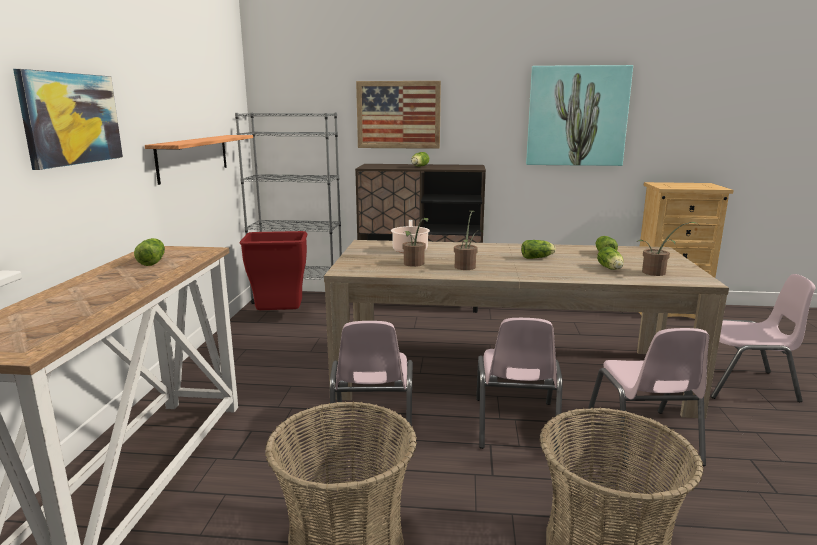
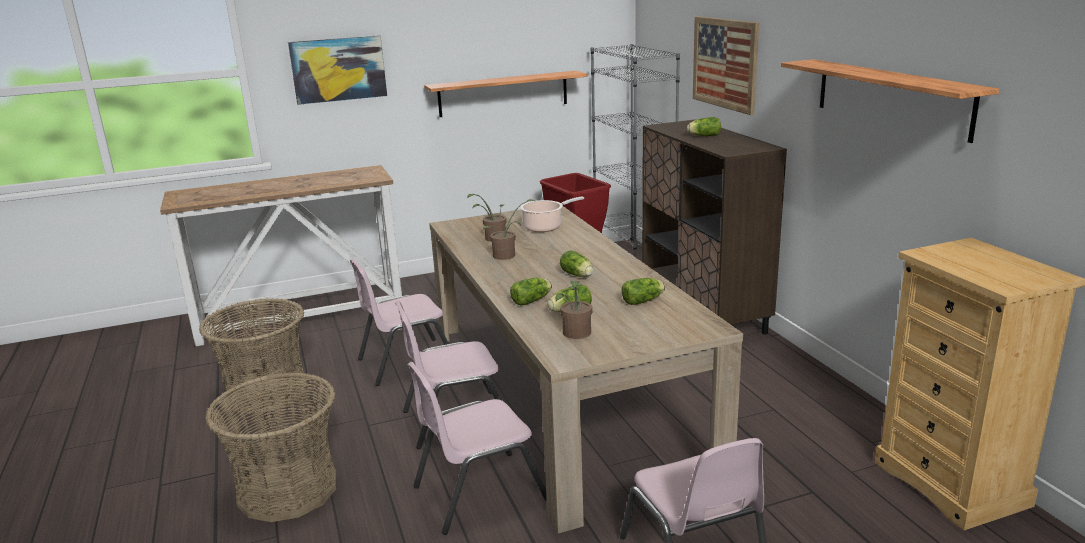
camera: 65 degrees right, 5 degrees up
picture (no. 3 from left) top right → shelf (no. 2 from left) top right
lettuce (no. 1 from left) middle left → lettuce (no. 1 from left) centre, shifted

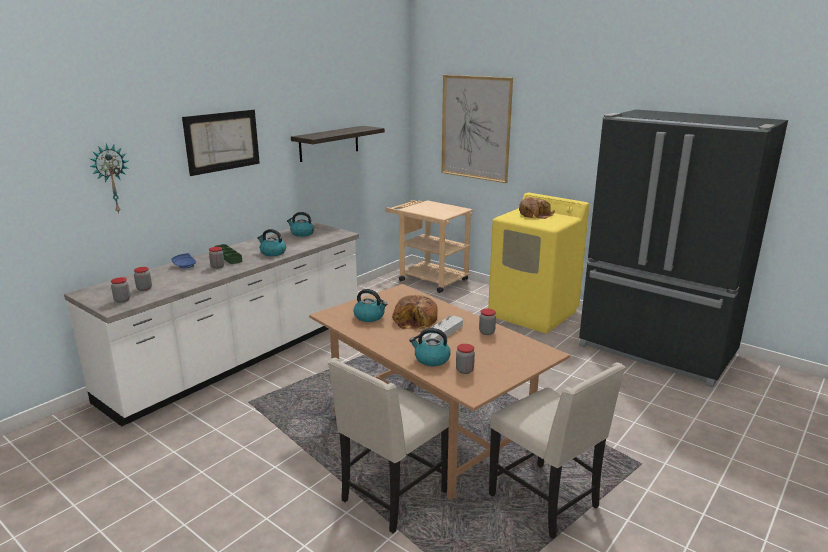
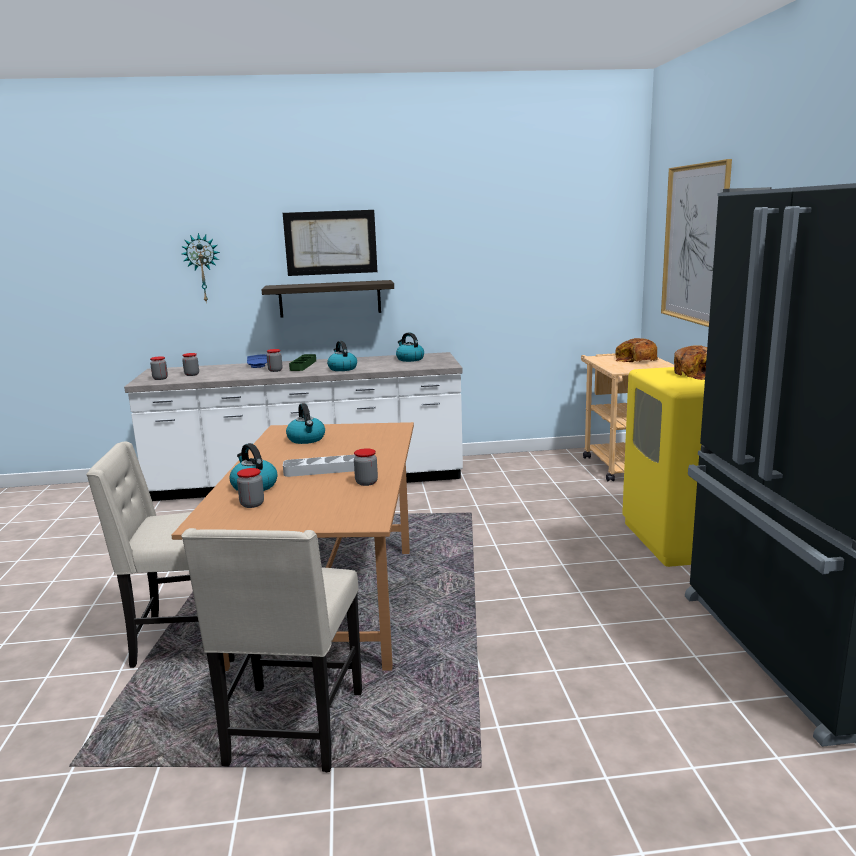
camera: 45 degrees right, 5 degrees down
shelf top centre → shelf centre, shifted
bread (no. 1 from left) centre → bread (no. 1 from left) middle right, shifted

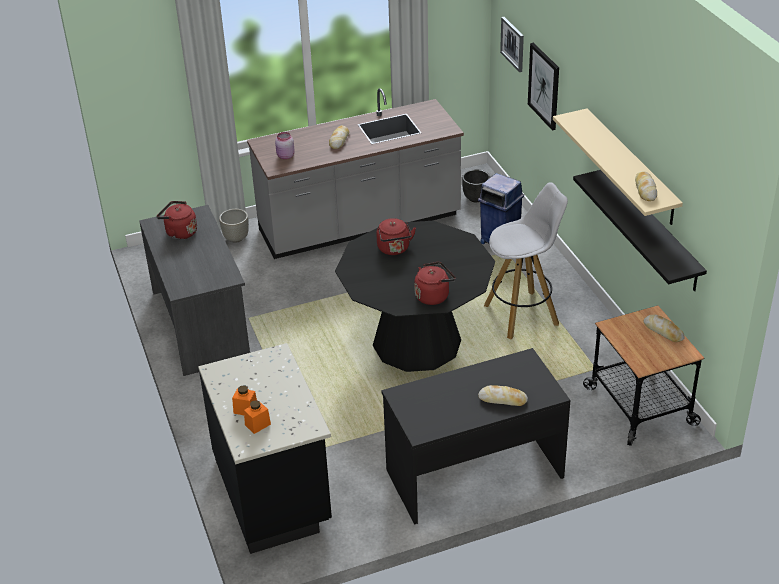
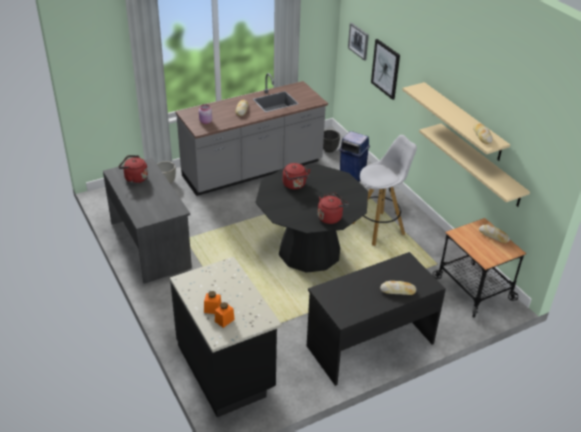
camera: 10 degrees left, 0 degrees up
shelf in black middle right → shelf in beige (no. 2 from left) middle right

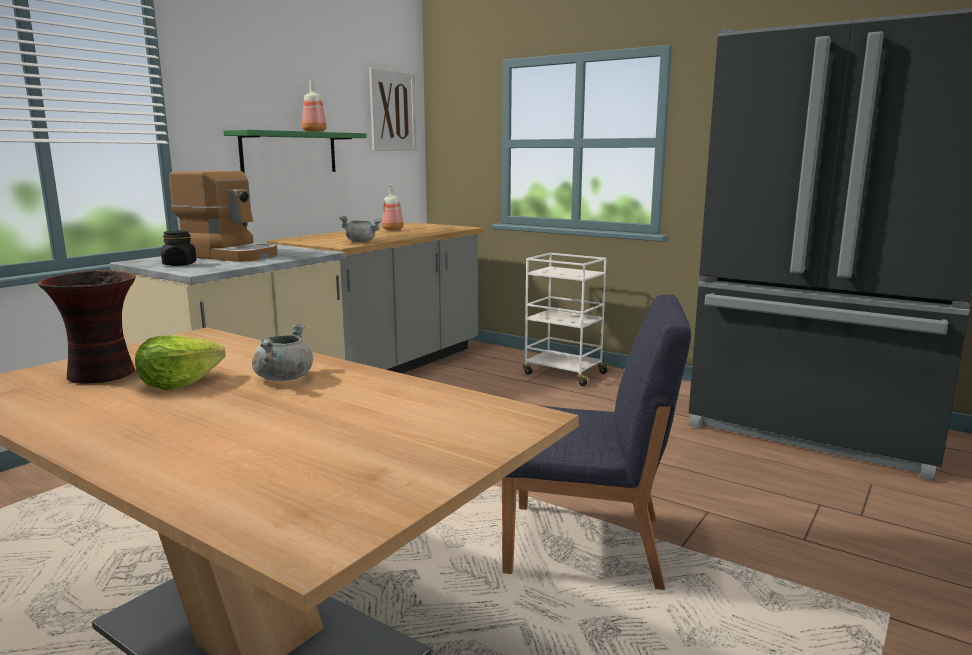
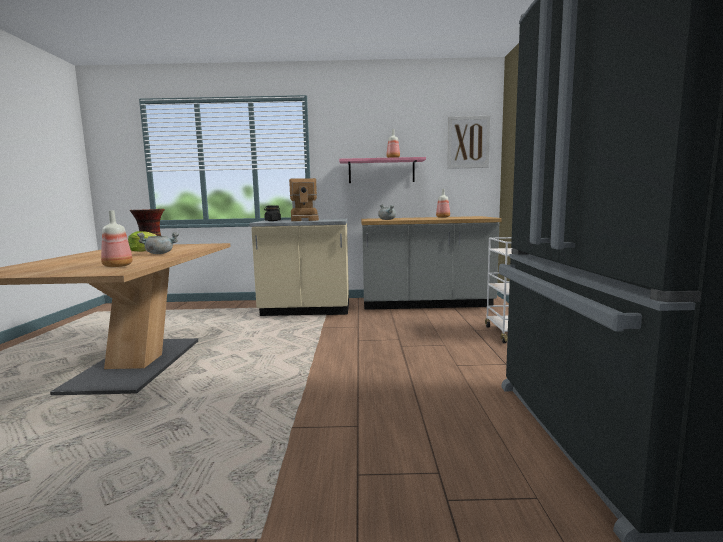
camera: 55 degrees right, 5 degrees down
shelf in green top left → shelf in pink top centre
chair in blue bottom centre → -
- → bottle (no. 1 from left) middle left

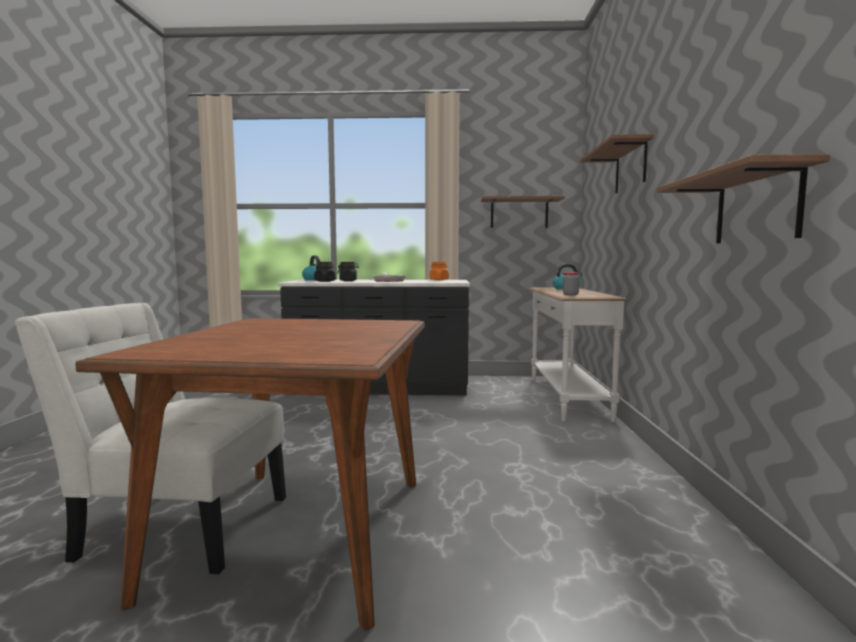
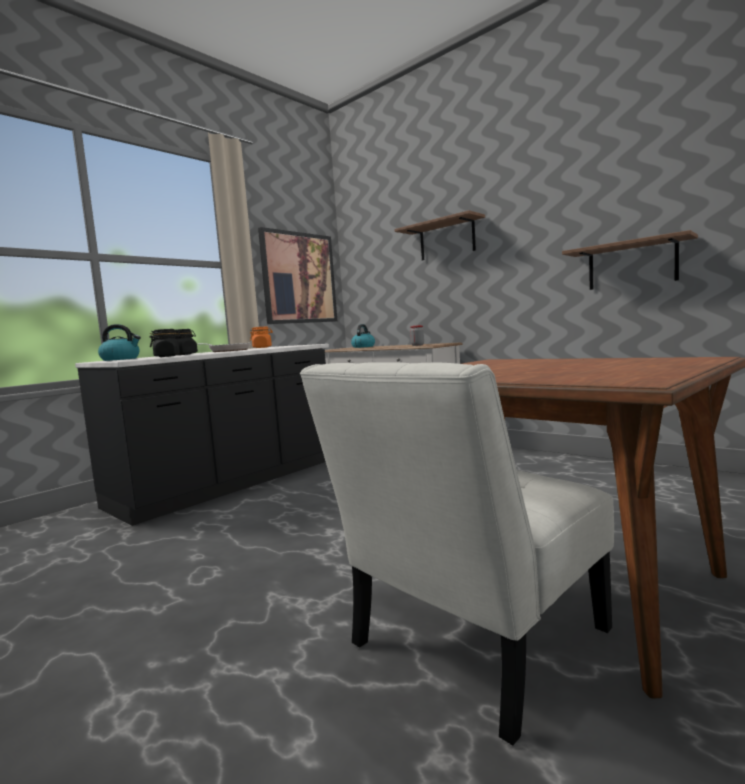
camera: 50 degrees left, 0 degrees up
shelf (no. 1 from left) top centre → picture centre

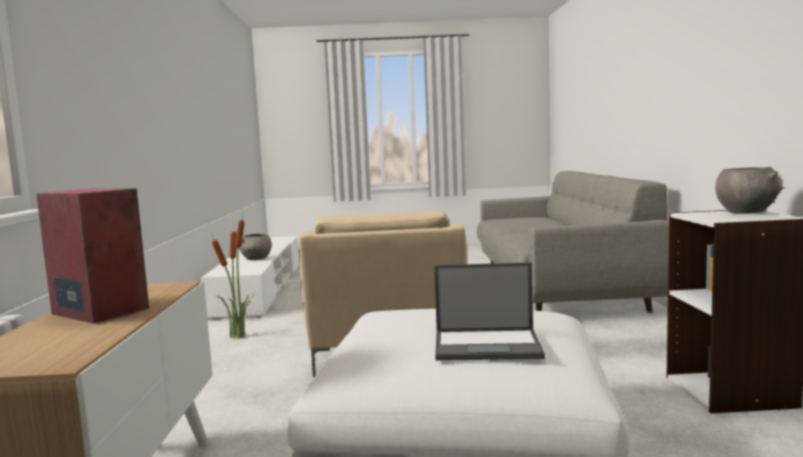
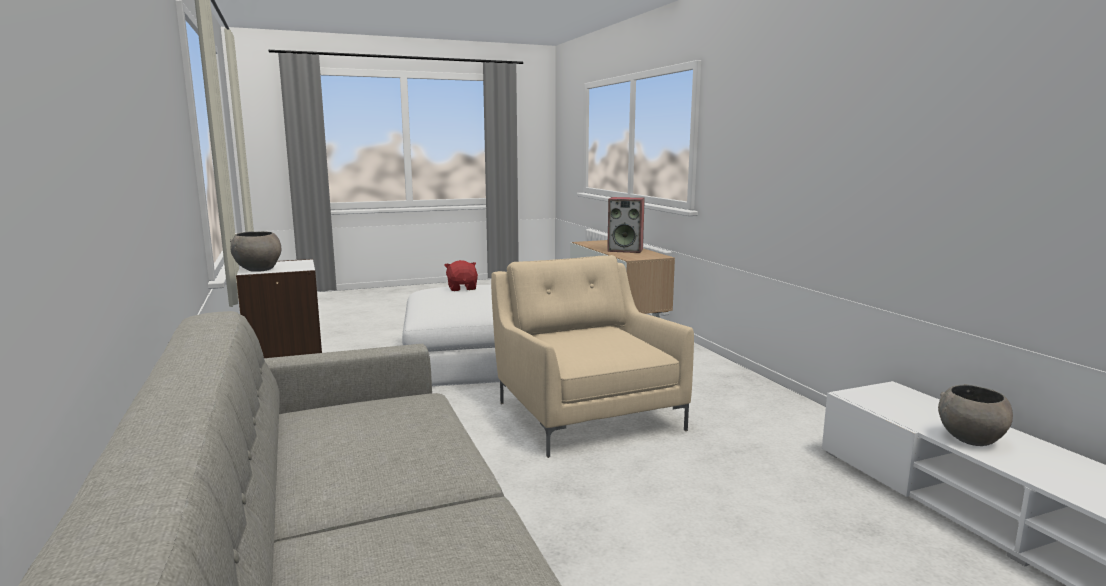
camera: 160 degrees right, 5 degrees up
potted plant middle left → -
laptop bottom centre → plush toy in red centre

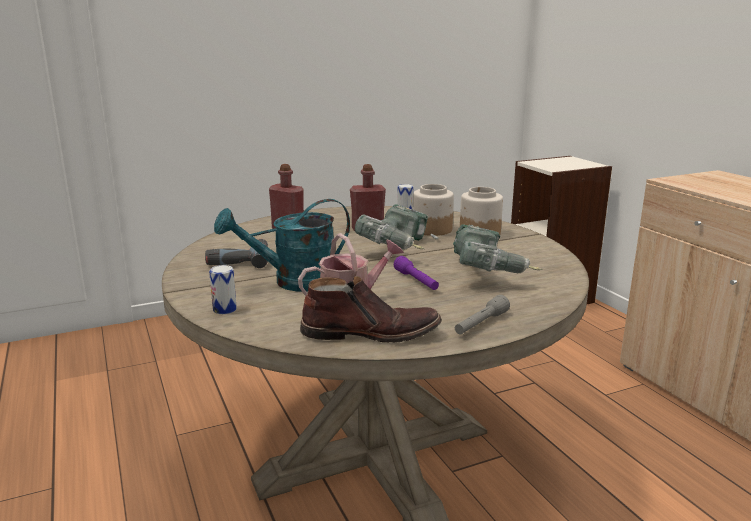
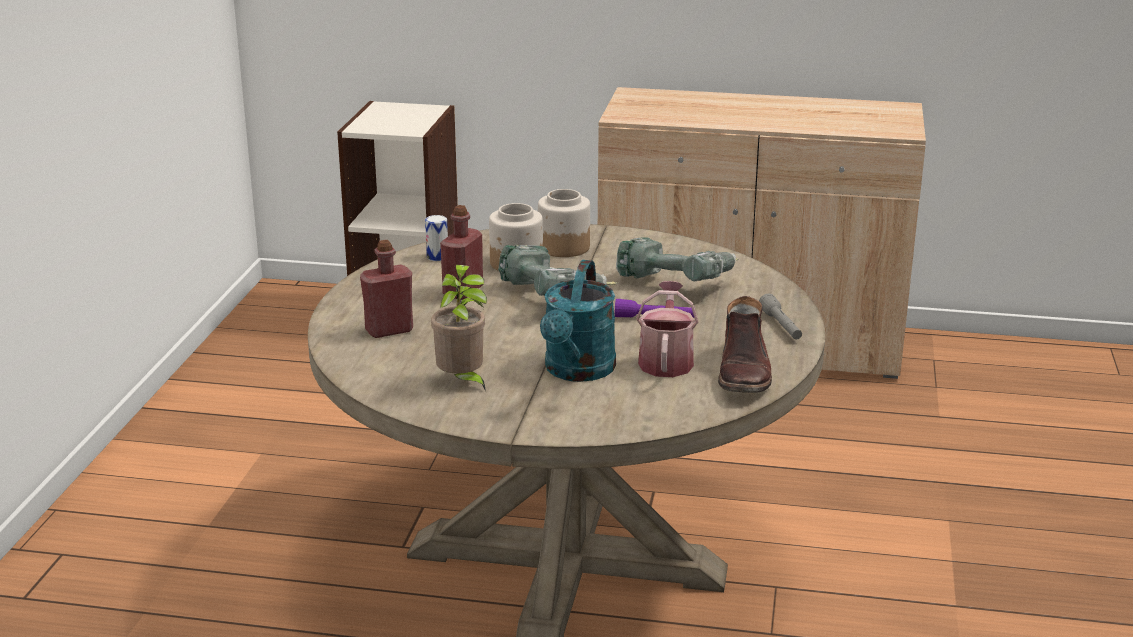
camera: 55 degrees left, 5 degrees up
power drill (no. 1 from left) middle left → potted plant centre
can (no. 1 from left) middle left → -
boot in brown centre, 150 degrees clockwise

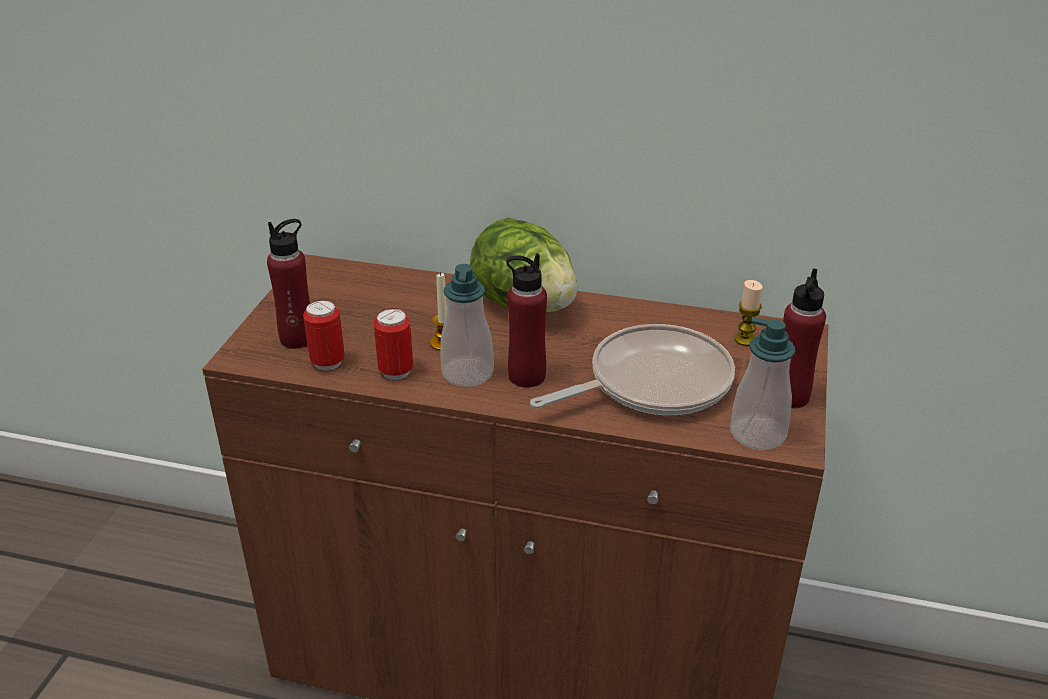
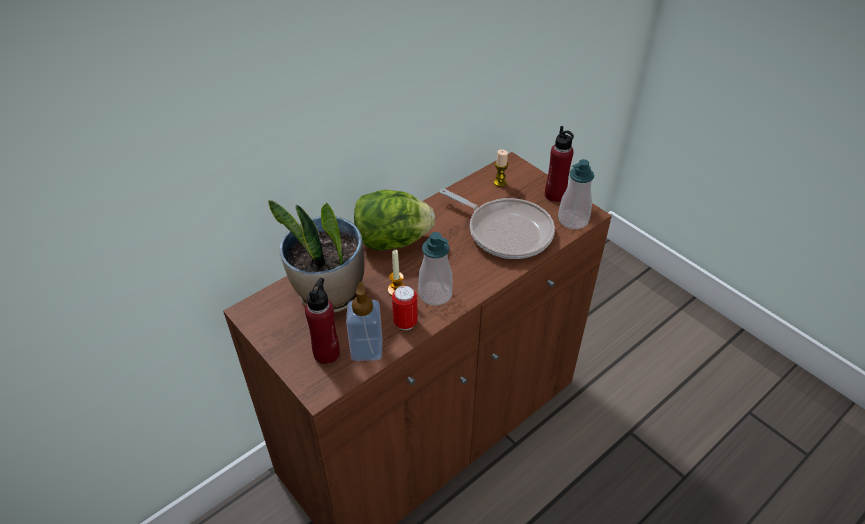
camera: 55 degrees left, 10 degrees up
bottle in red (no. 2 from left) centre → -
can (no. 1 from left) middle left → soap dispenser (no. 1 from left) centre
frying pan centre, 120 degrees clockwise
- → potted plant centre

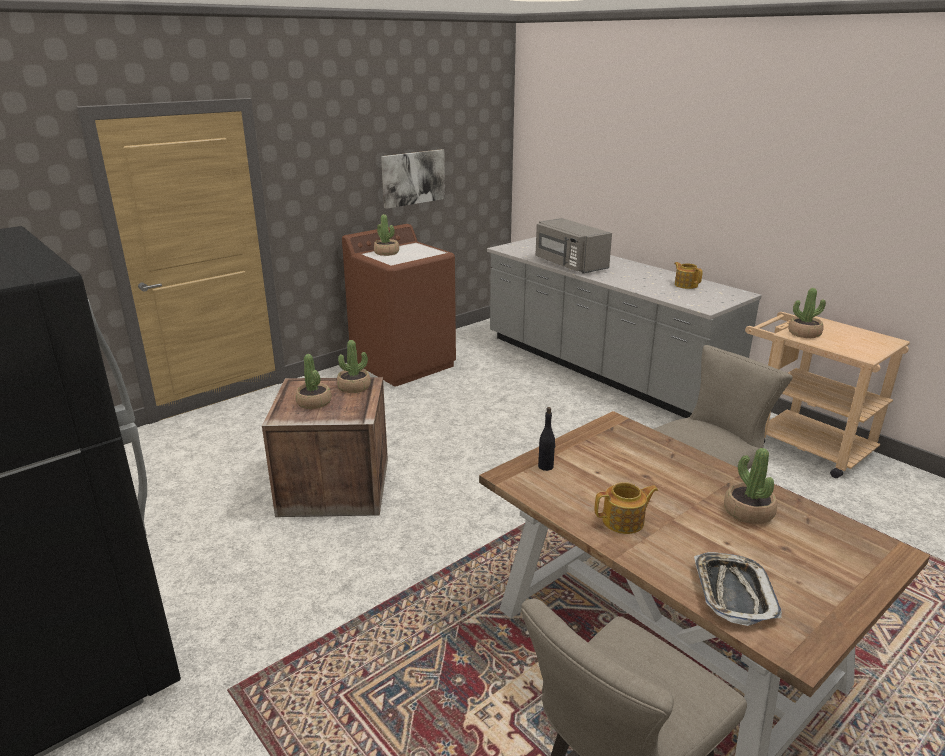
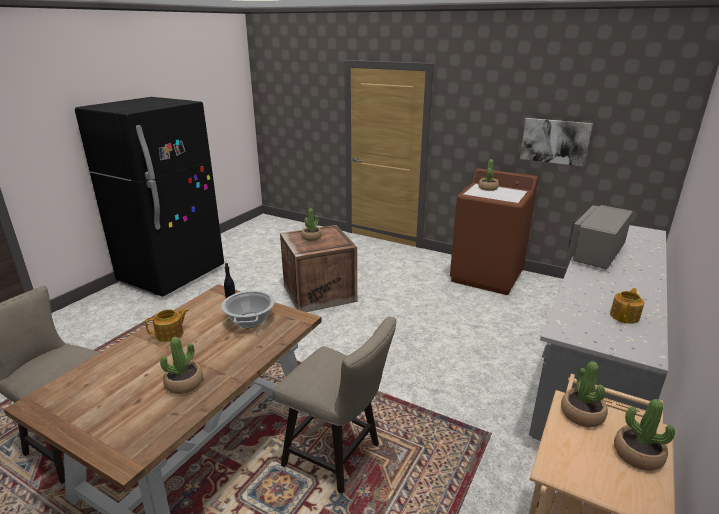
camera: 70 degrees right, 0 degrees up
potted plant (no. 2 from left in the first image) centre → potted plant (no. 5 from left) bottom right, shifted
teapot (no. 1 from left) bottom centre → teapot (no. 1 from left) middle left, 90 degrees counterclockwise
tray bottom right → -
- → cooking pot centre

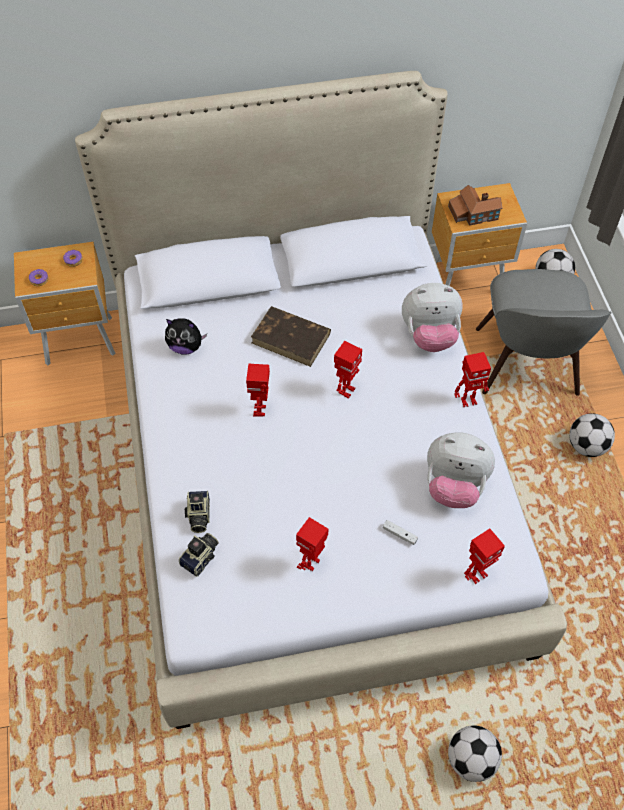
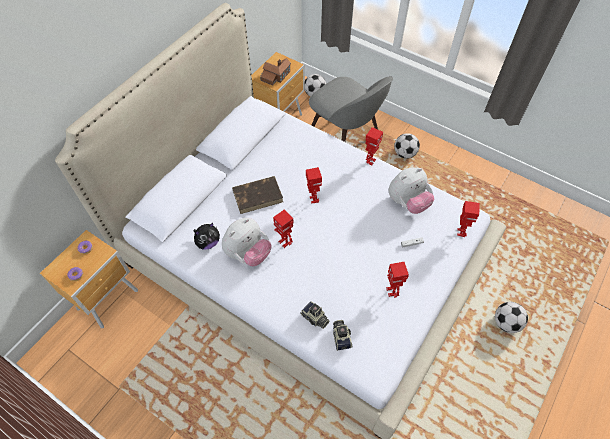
camera: 45 degrees left, 0 degrees up
plush toy (no. 2 from left) middle right → plush toy (no. 2 from left) centre, shifted

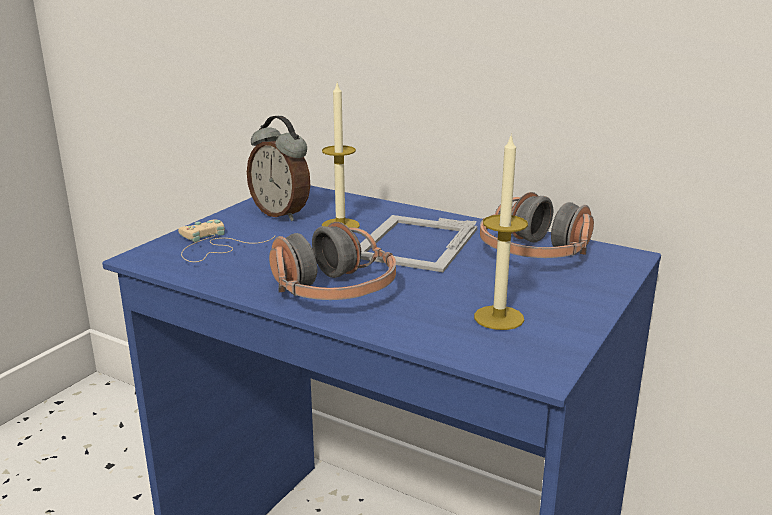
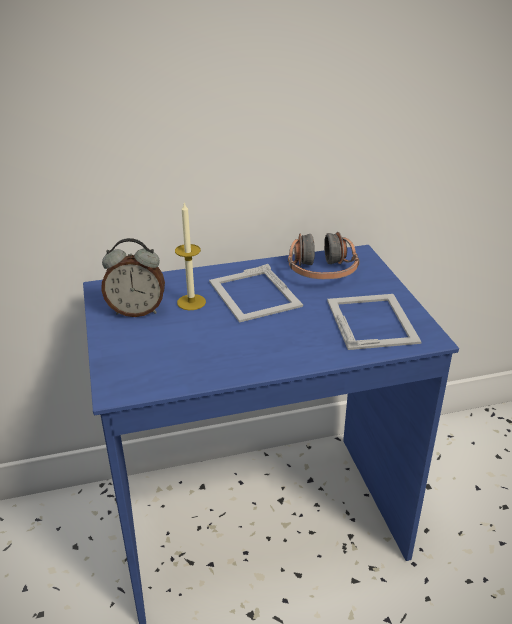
camera: 45 degrees left, 10 degrees up
candle (no. 2 from left) centre → picture frame (no. 2 from left) middle right
game controller in beige middle left → -
headphones (no. 1 from left) centre → -

